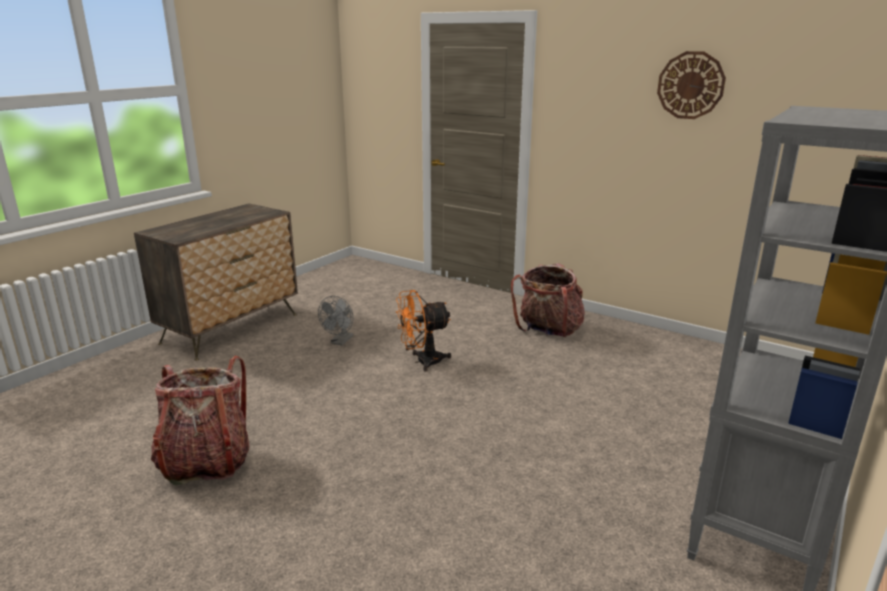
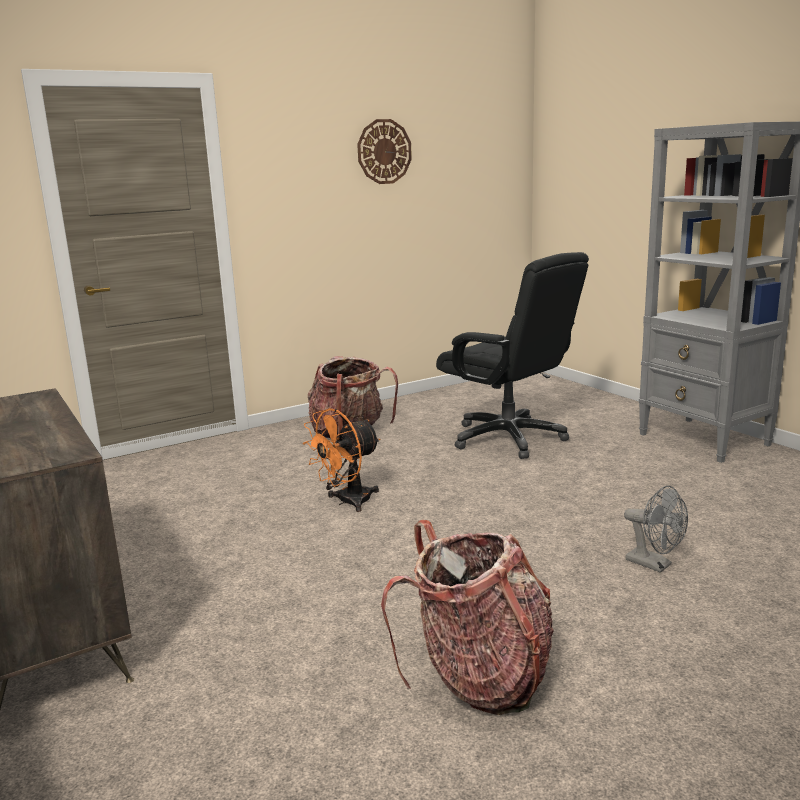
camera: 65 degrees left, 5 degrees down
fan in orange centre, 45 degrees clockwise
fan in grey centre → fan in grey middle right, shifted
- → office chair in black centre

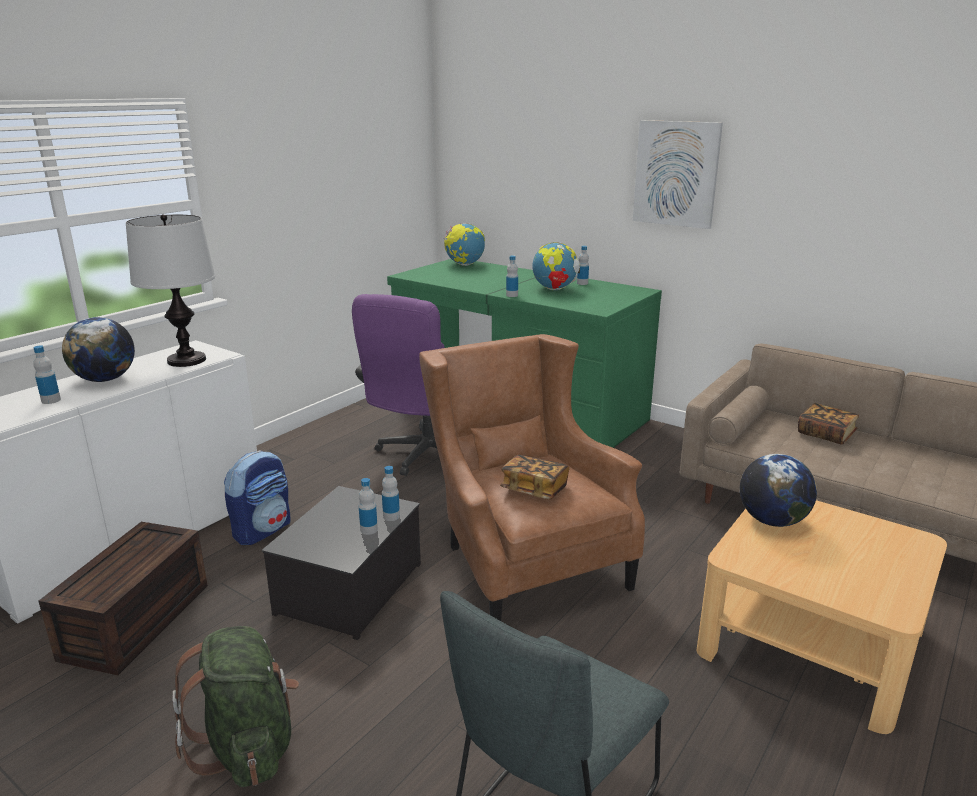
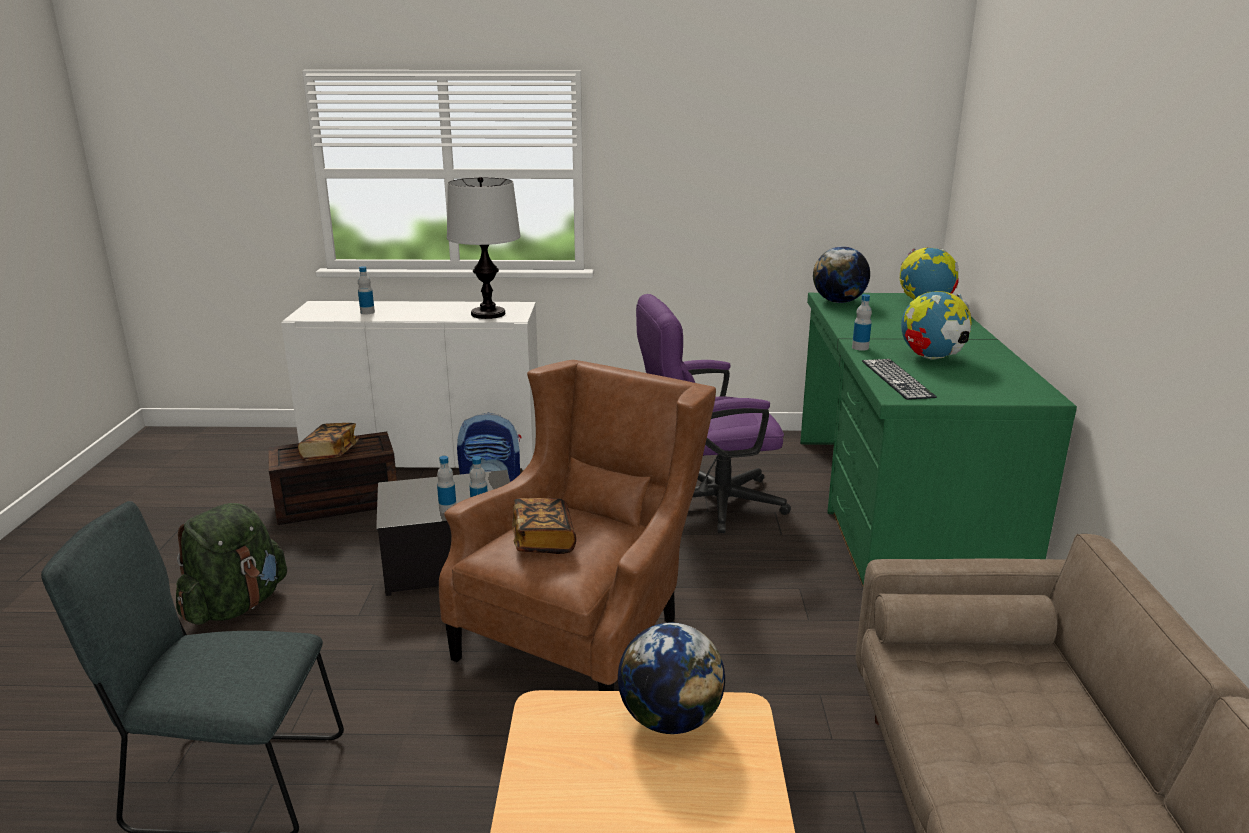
camera: 55 degrees right, 0 degrees up
picture top right → -
bottle (no. 5 from left) top centre → -
globe (no. 1 from left in the first image) middle left → globe (no. 2 from left) top right, shifted
book (no. 2 from left in the first image) middle right → book (no. 1 from left) middle left, shifted
- → keyboard middle right

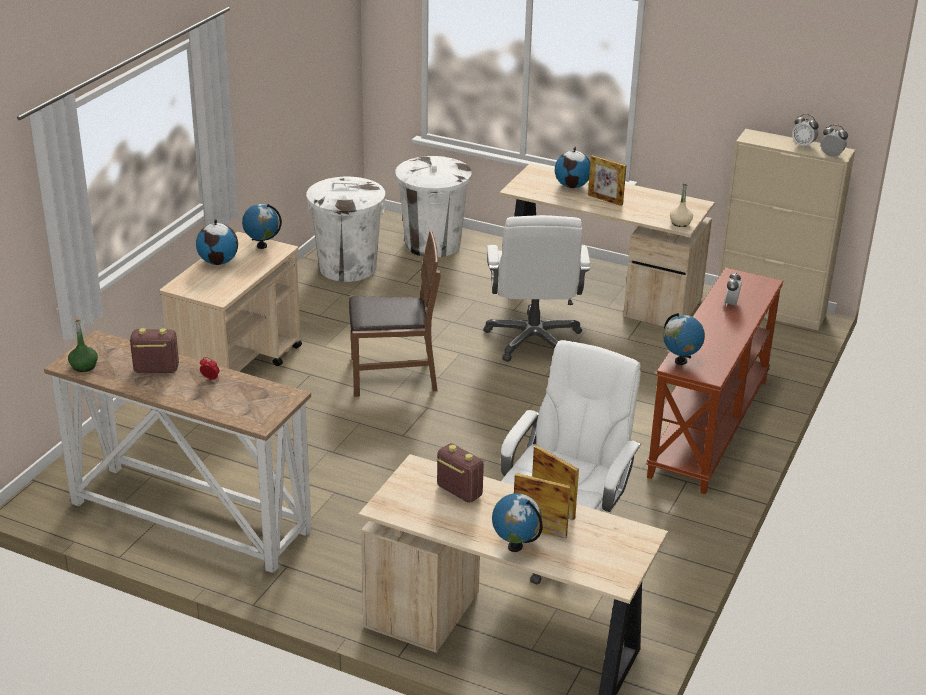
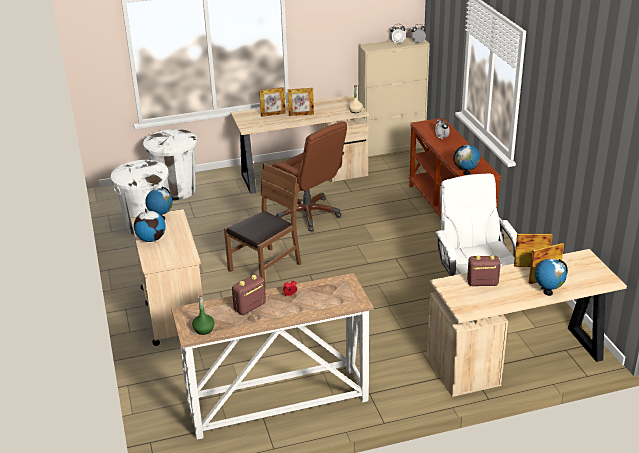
camera: 40 degrees left, 0 degrees up
globe (no. 4 from left) top centre → picture frame (no. 1 from left) top centre
office chair in white (no. 1 from left) centre → office chair in brown centre

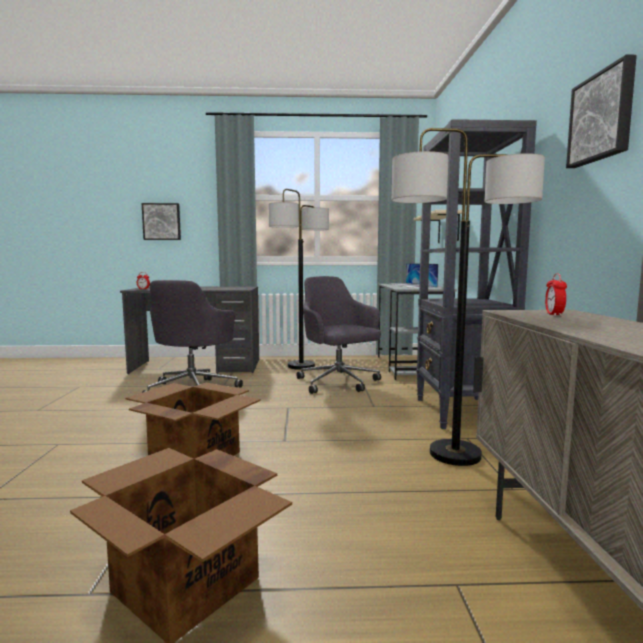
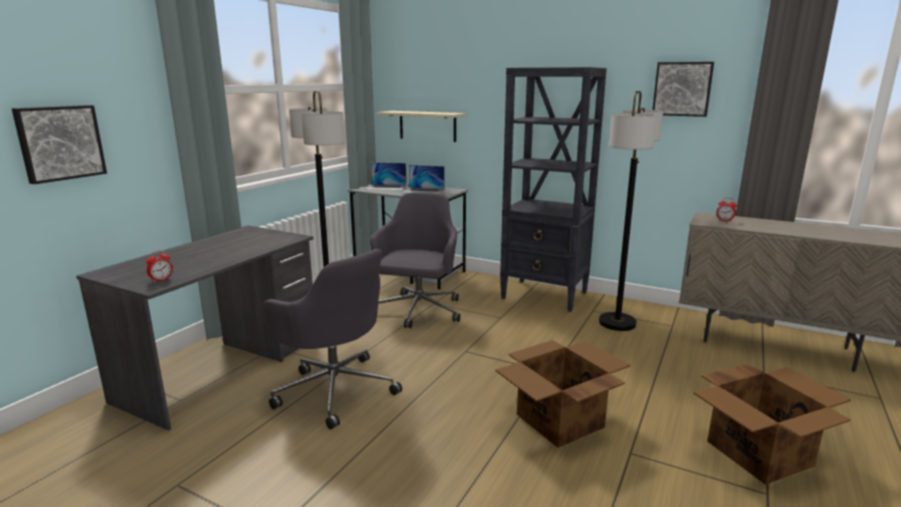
camera: 60 degrees left, 10 degrees up
office chair in grey (no. 2 from left) centre, 105 degrees clockwise

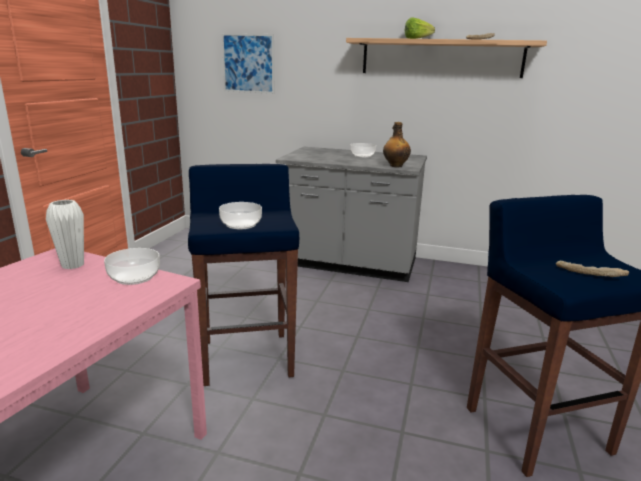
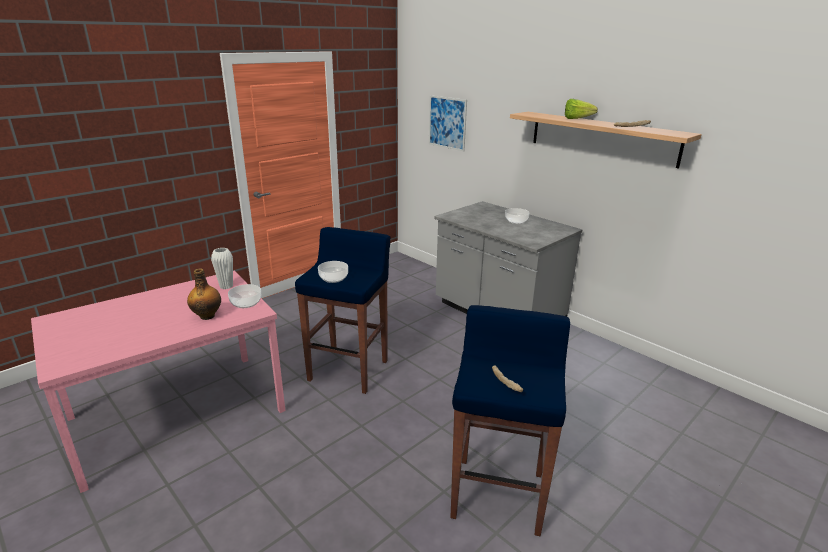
camera: 30 degrees right, 5 degrees up
bottle top centre → bottle middle left, shifted

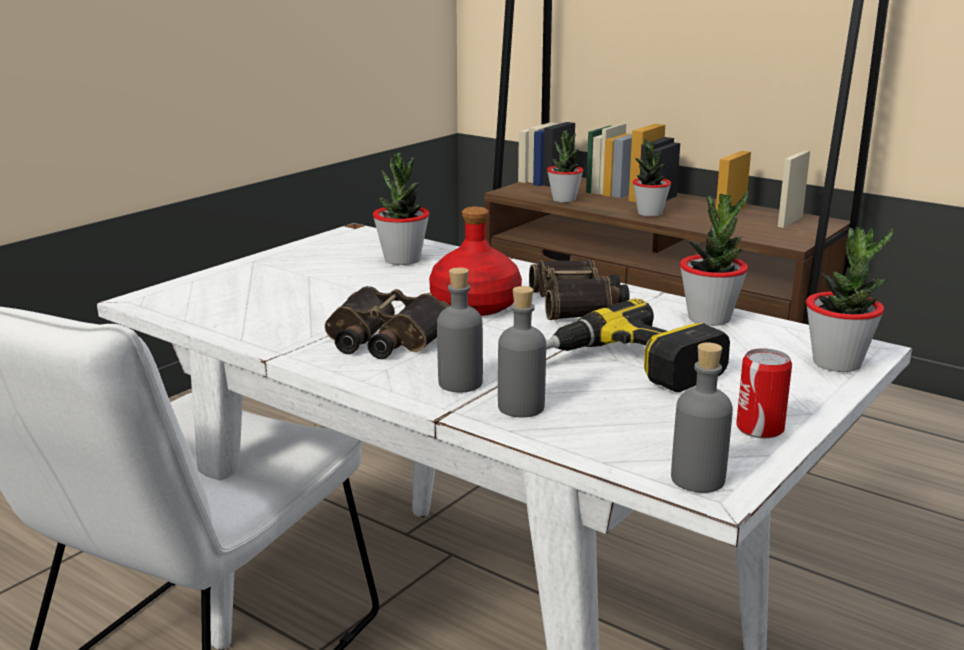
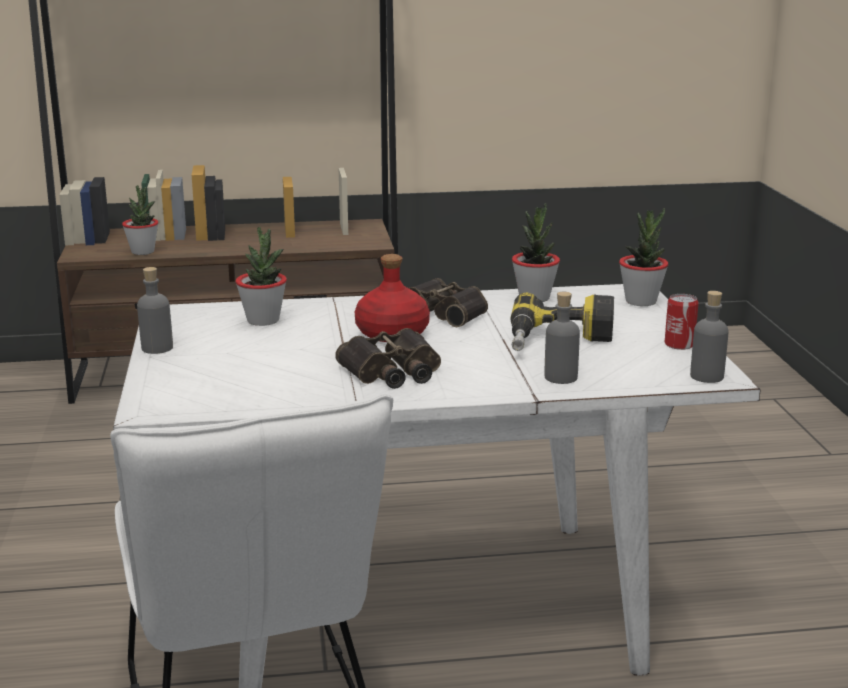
camera: 45 degrees left, 0 degrees up
potted plant (no. 3 from left) top right → -
bottle in grey (no. 1 from left) centre → bottle in grey (no. 1 from left) middle left, shifted

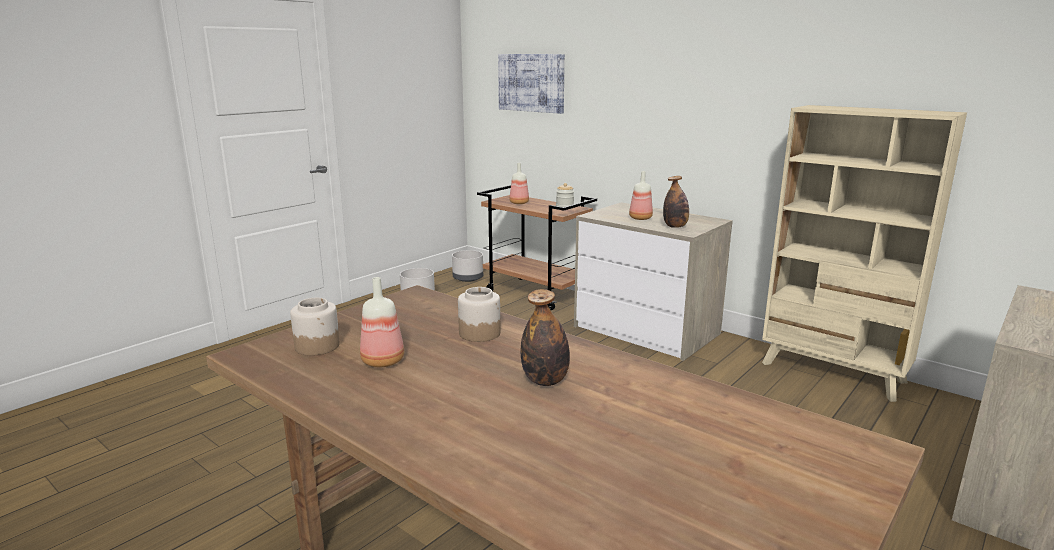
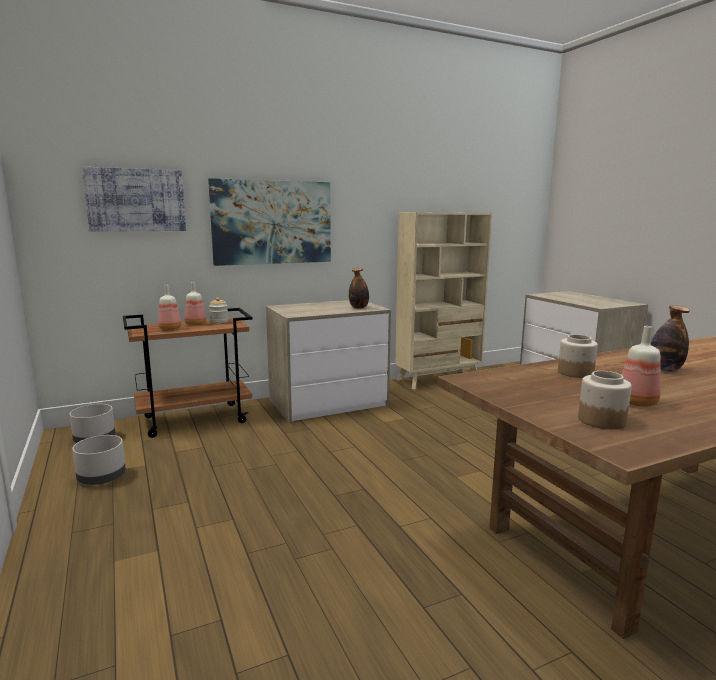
camera: 65 degrees left, 5 degrees down
bottle (no. 4 from left in the first image) centre → bottle (no. 2 from left) middle left, shifted
- → picture (no. 2 from left) top centre

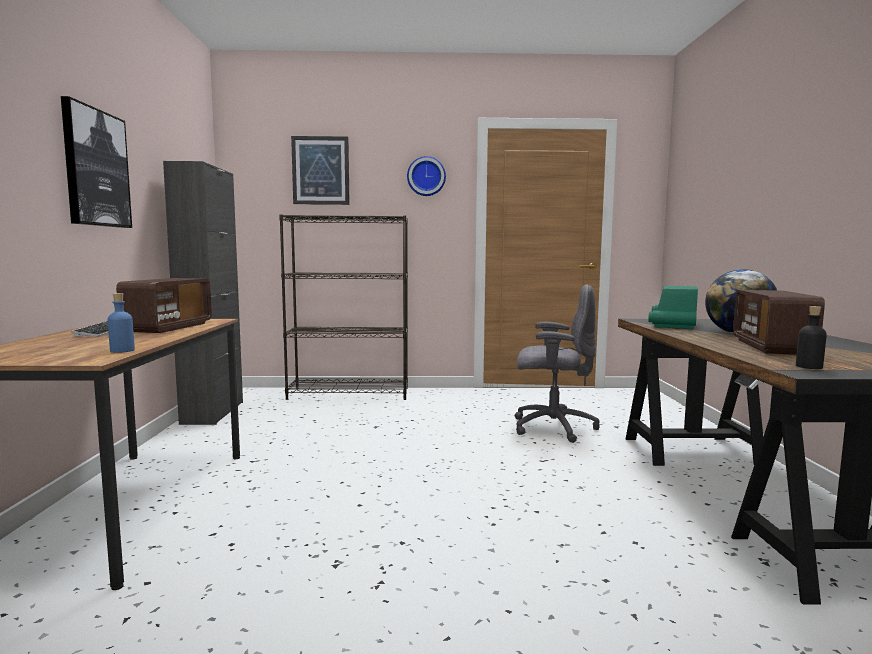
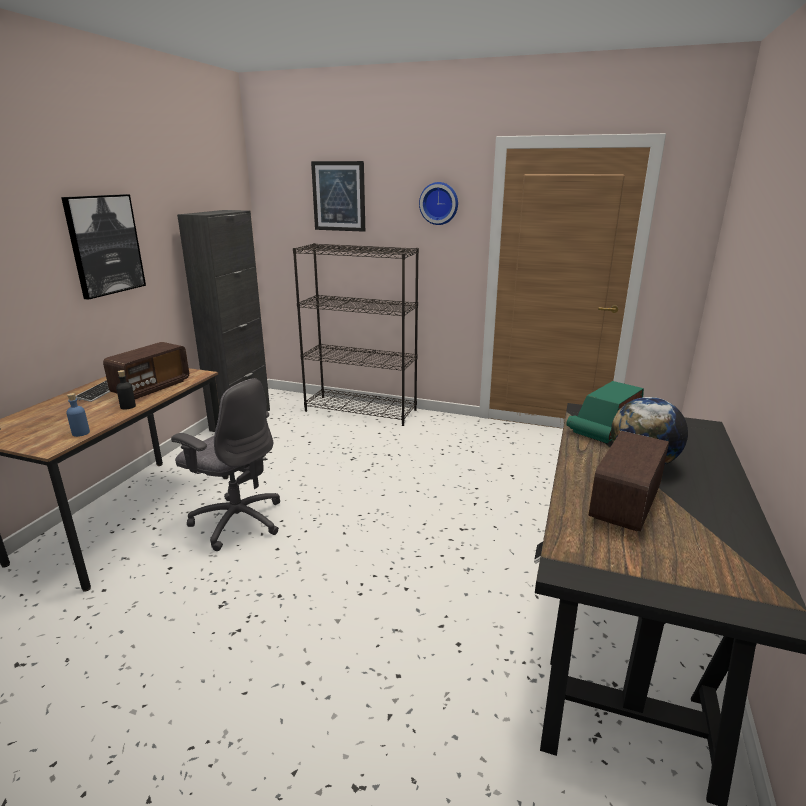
camera: 20 degrees right, 15 degrees up
office chair in grey centre → office chair in grey middle left, shifted
bottle in black middle right → bottle in black middle left, shifted

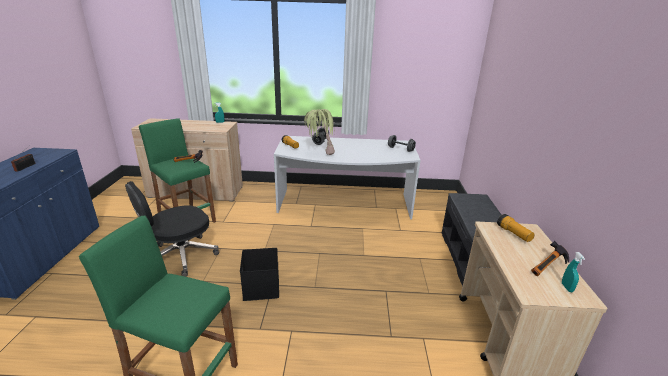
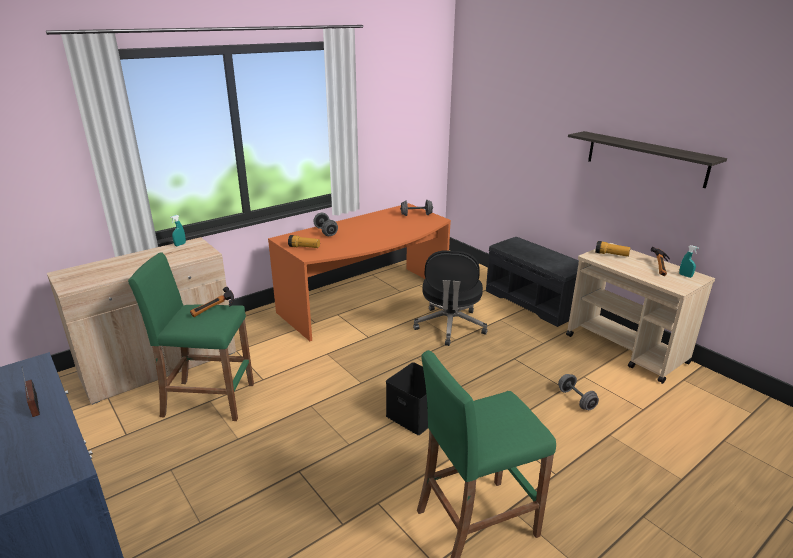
camera: 40 degrees left, 0 degrees up
potted plant centre → -
desk in white centre → desk in orange centre
office chair in black middle left → office chair in black centre, shifted
- → shelf top right
- → dumbbell in grey (no. 3 from left) bottom right

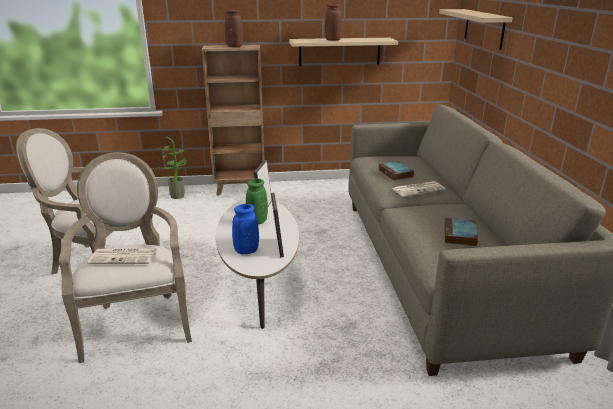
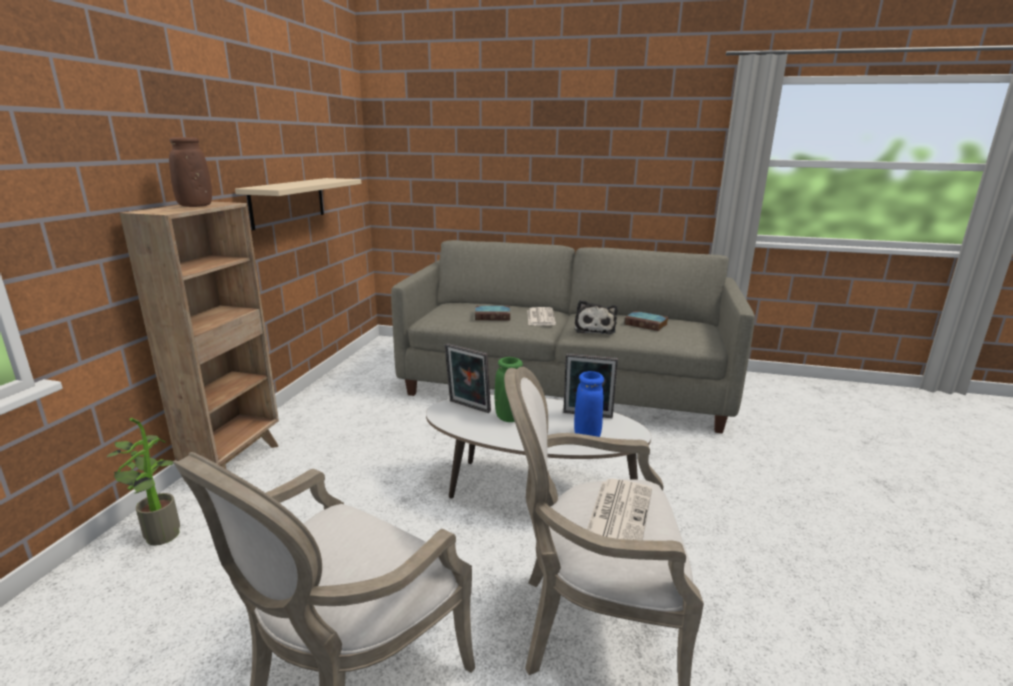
camera: 70 degrees left, 5 degrees down
vase in brown (no. 2 from left) top centre → -
shelf in beige (no. 2 from left) top right → -
- → plush toy centre

